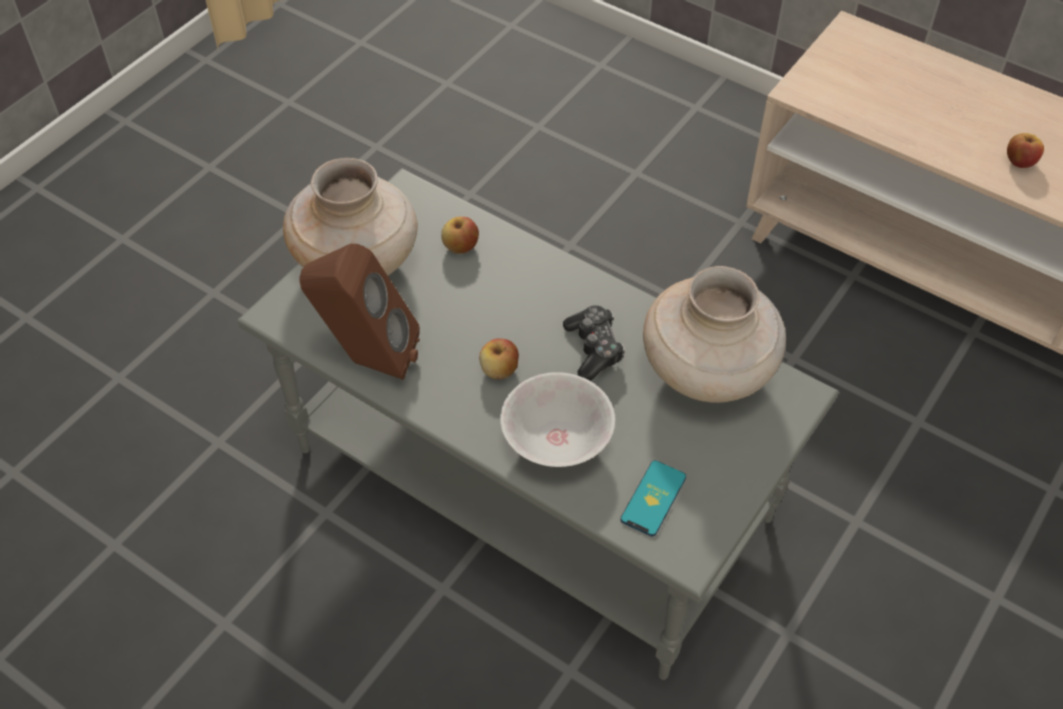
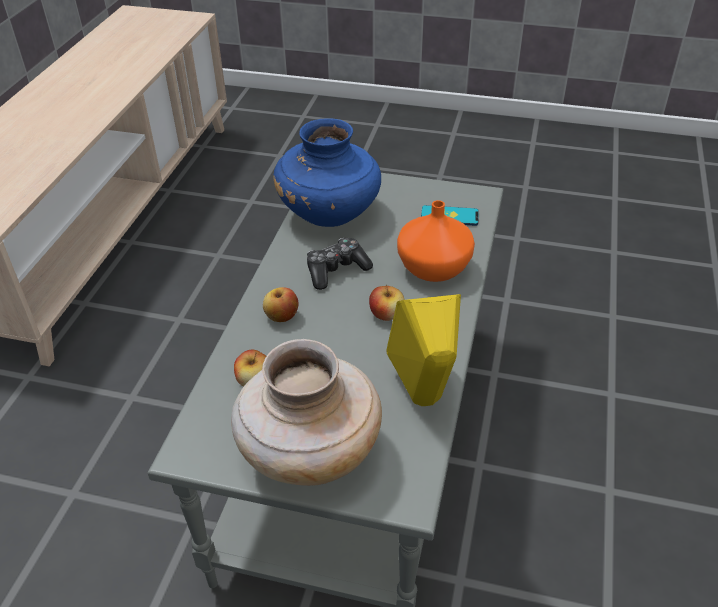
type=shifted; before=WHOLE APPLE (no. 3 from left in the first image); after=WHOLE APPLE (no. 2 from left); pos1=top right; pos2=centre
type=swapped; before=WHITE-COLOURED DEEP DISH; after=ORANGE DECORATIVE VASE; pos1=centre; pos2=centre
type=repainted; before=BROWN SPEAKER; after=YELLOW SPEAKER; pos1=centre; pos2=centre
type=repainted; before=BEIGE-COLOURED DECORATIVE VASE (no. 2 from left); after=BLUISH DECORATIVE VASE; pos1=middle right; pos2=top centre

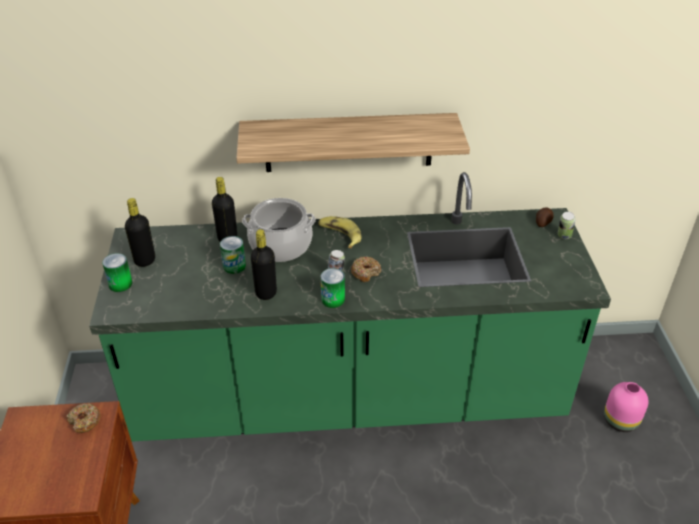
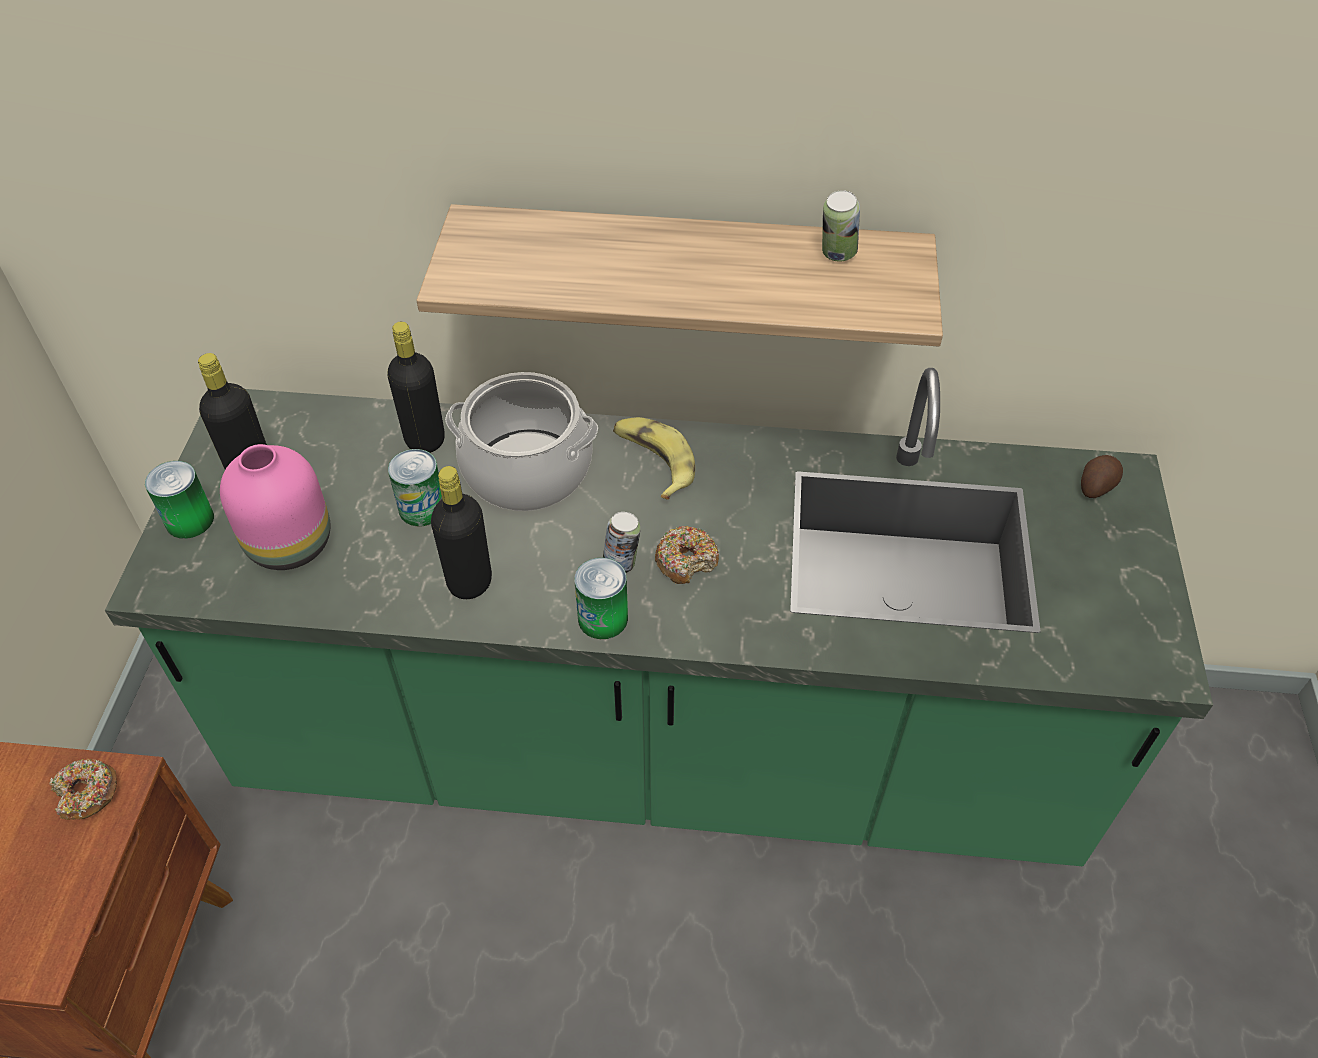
type=shifted; before=CAN (no. 5 from left); pos1=middle right; pos2=top centre
type=shifted; before=PINK DECORATIVE VASE; pos1=bottom right; pos2=middle left

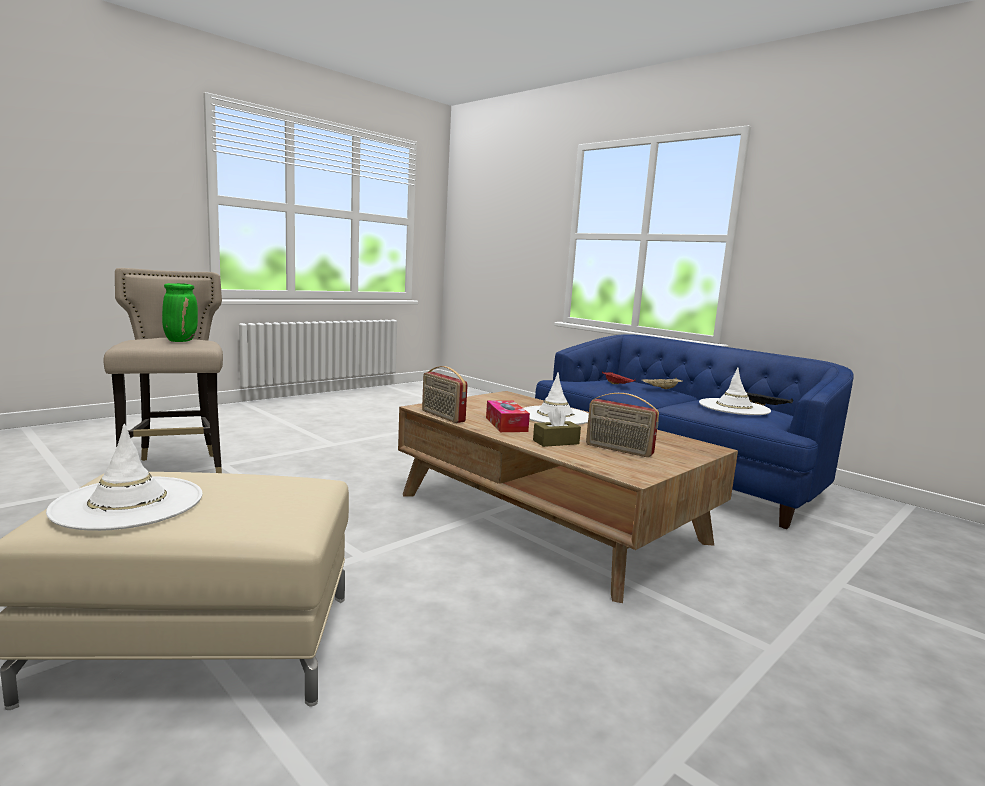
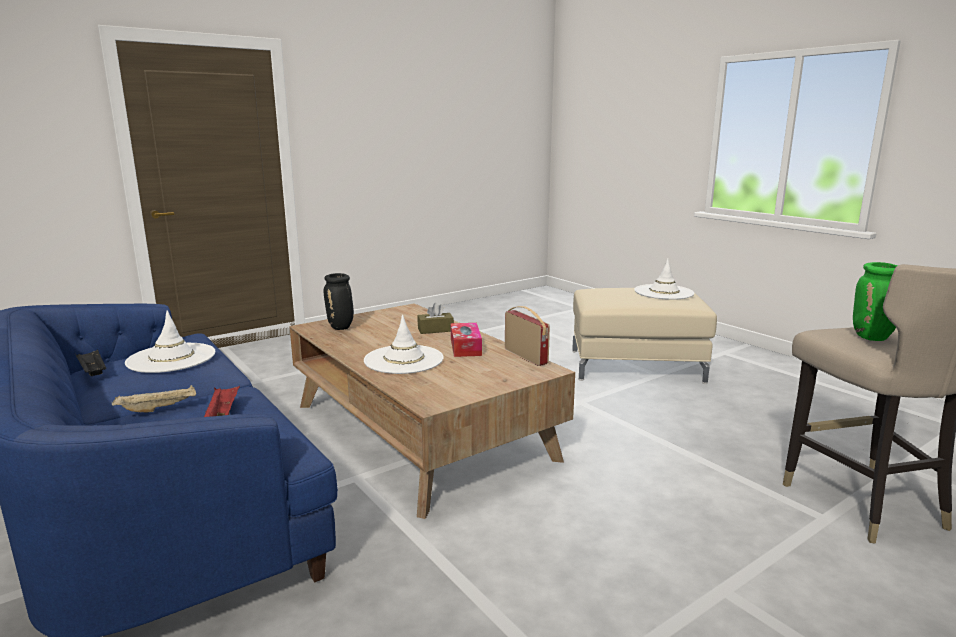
type=gone; before=RADIO SET (no. 2 from left); pos1=centre
type=new; after=BLACK-COLOURED DECORATIVE VASE; pos2=centre

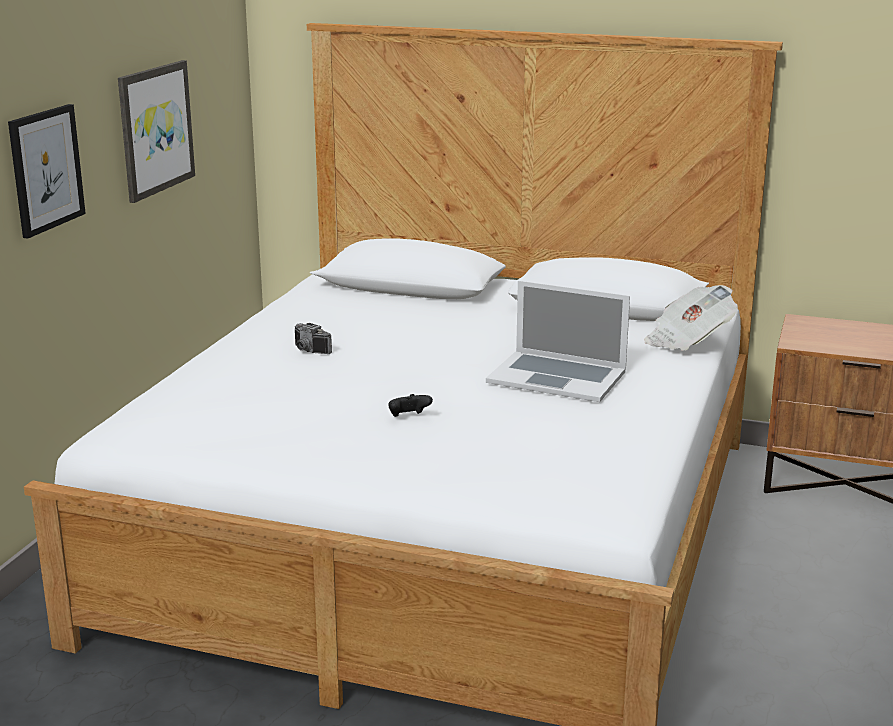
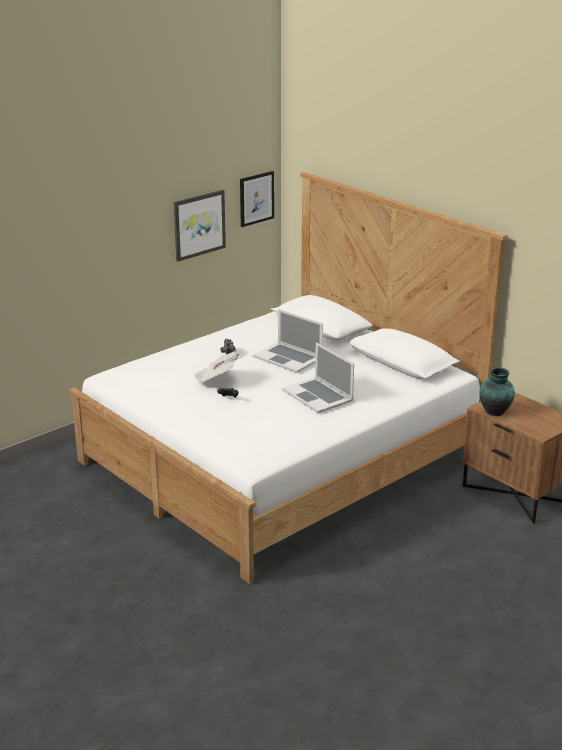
type=new; after=NOTEBOOK COMPUTER (no. 1 from left); pos2=centre
type=new; after=DECORATIVE VASE; pos2=middle right
type=shifted; before=WALL ART (no. 1 from left in the first image); after=WALL ART (no. 2 from left); pos1=top left; pos2=top centre
type=shifted; before=DAILY PAPER; pos1=middle right; pos2=centre

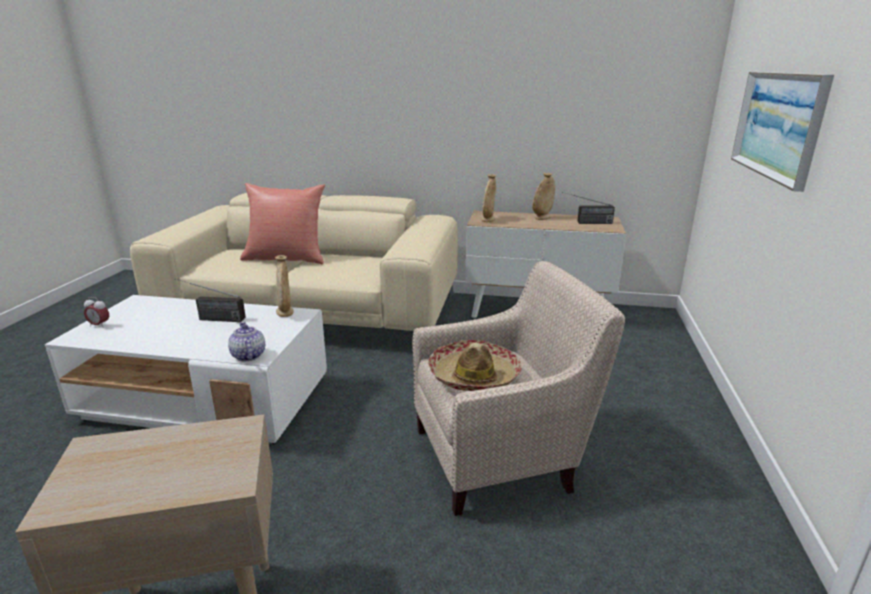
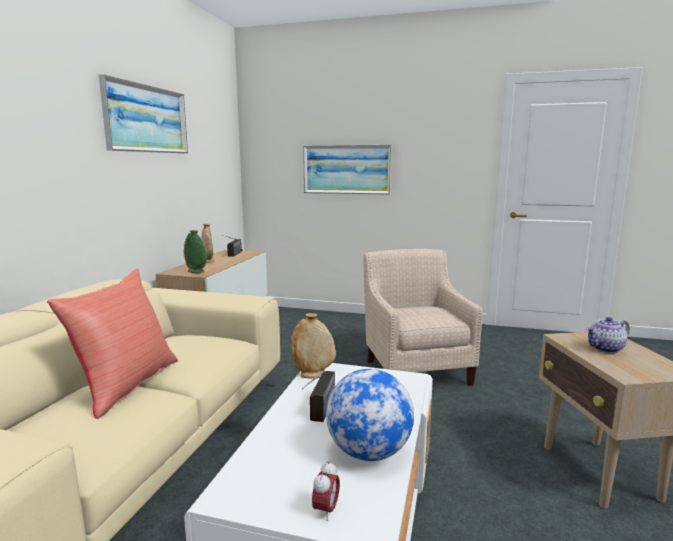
type=gone; before=HAT; pos1=centre
type=new; after=WALL ART (no. 1 from left); pos2=top left
type=new; after=GLOBE; pos2=bottom centre
type=shifted; before=TEA POT; pos1=middle left; pos2=middle right
type=repainted; before=BEIGE-COLOURED DECORATIVE VASE (no. 2 from left); after=GREENISH DECORATIVE VASE; pos1=centre; pos2=middle left

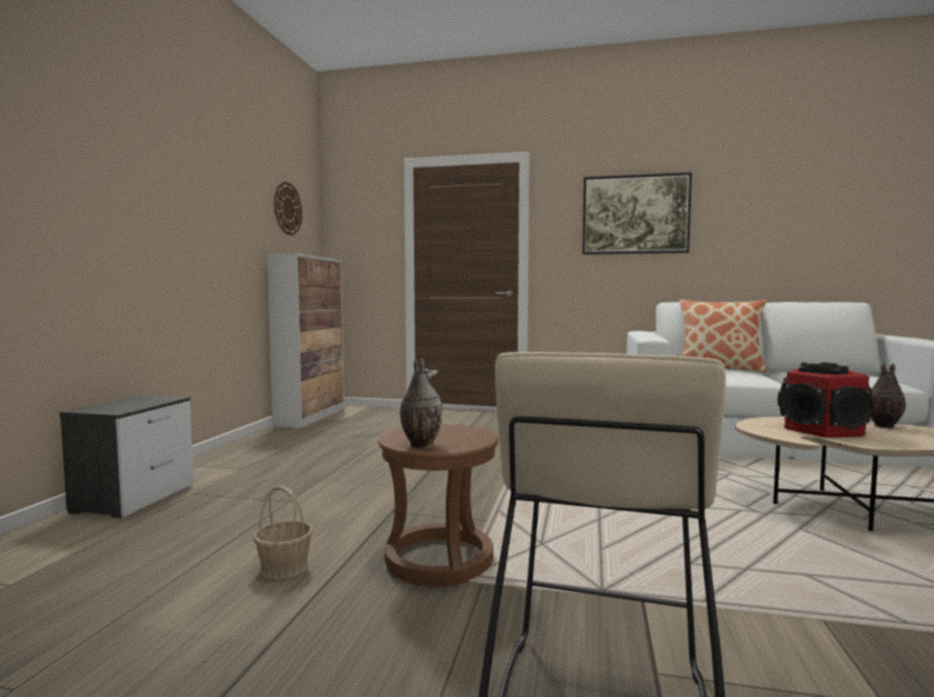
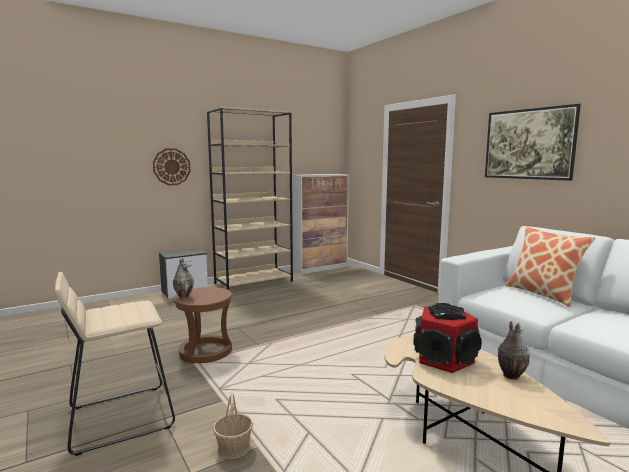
type=new; after=BEIGE-COLOURED BOOKCASE; pos2=centre
type=shifted; before=STORAGE BASKET; pos1=bottom left; pos2=bottom centre
type=shifted; before=CLOCK ON THE WALL; pos1=top left; pos2=middle left

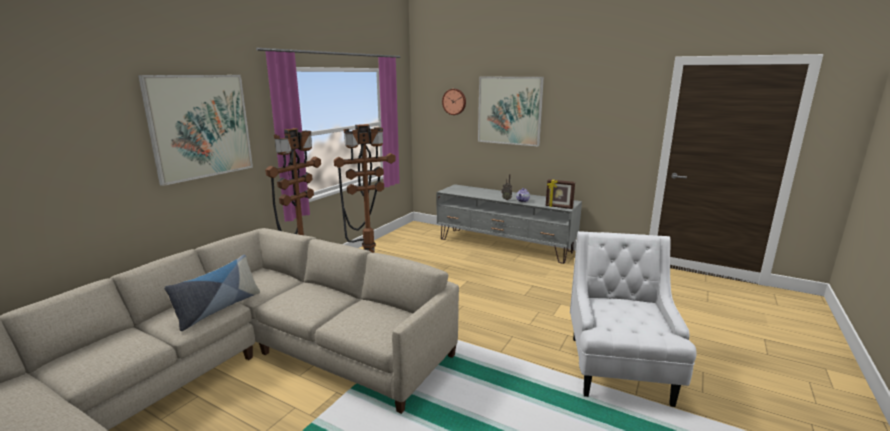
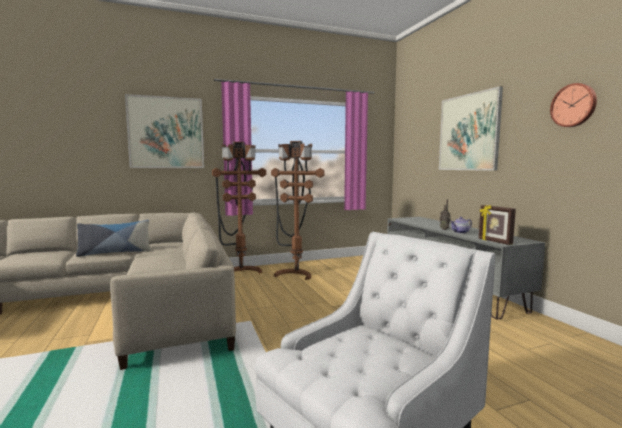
type=shifted; before=CLOCK ON THE WALL; pos1=top centre; pos2=top right

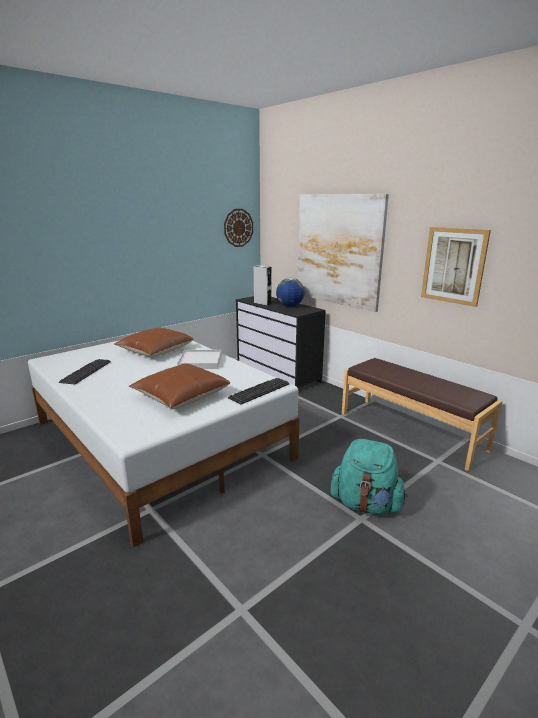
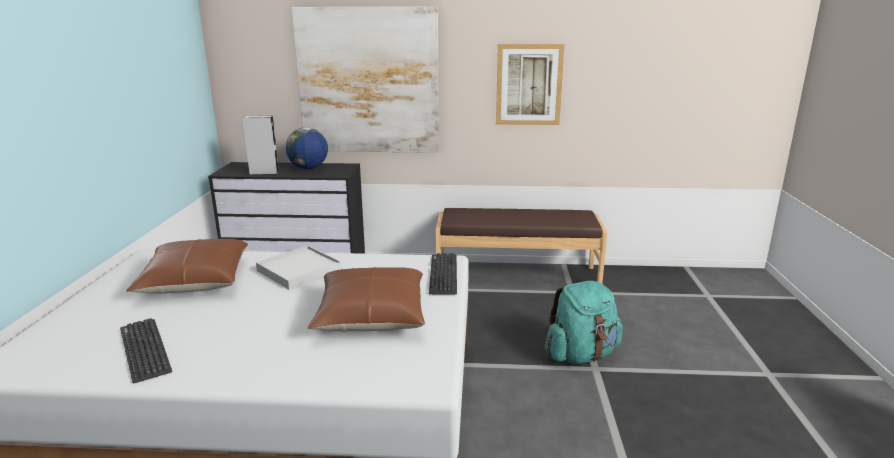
type=gone; before=CLOCK ON THE WALL; pos1=top centre

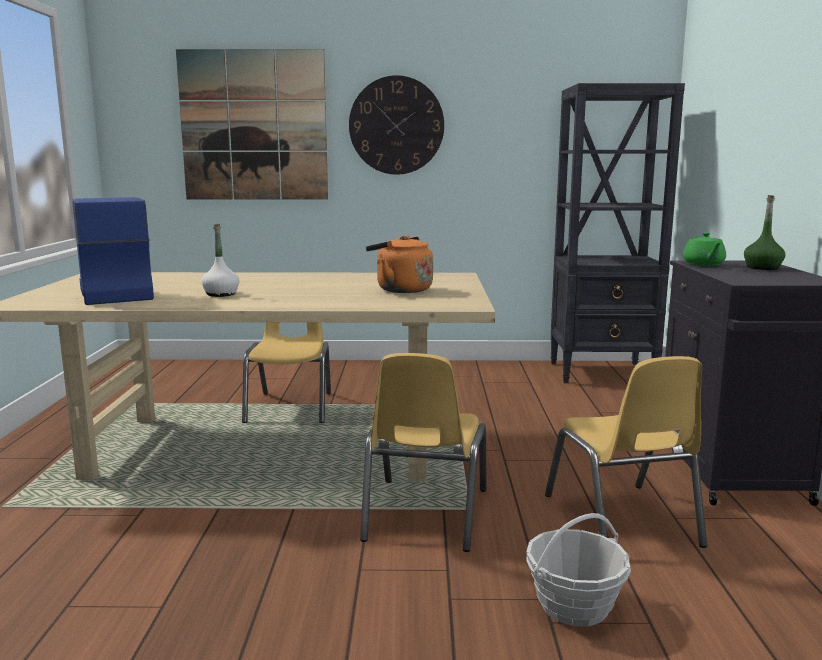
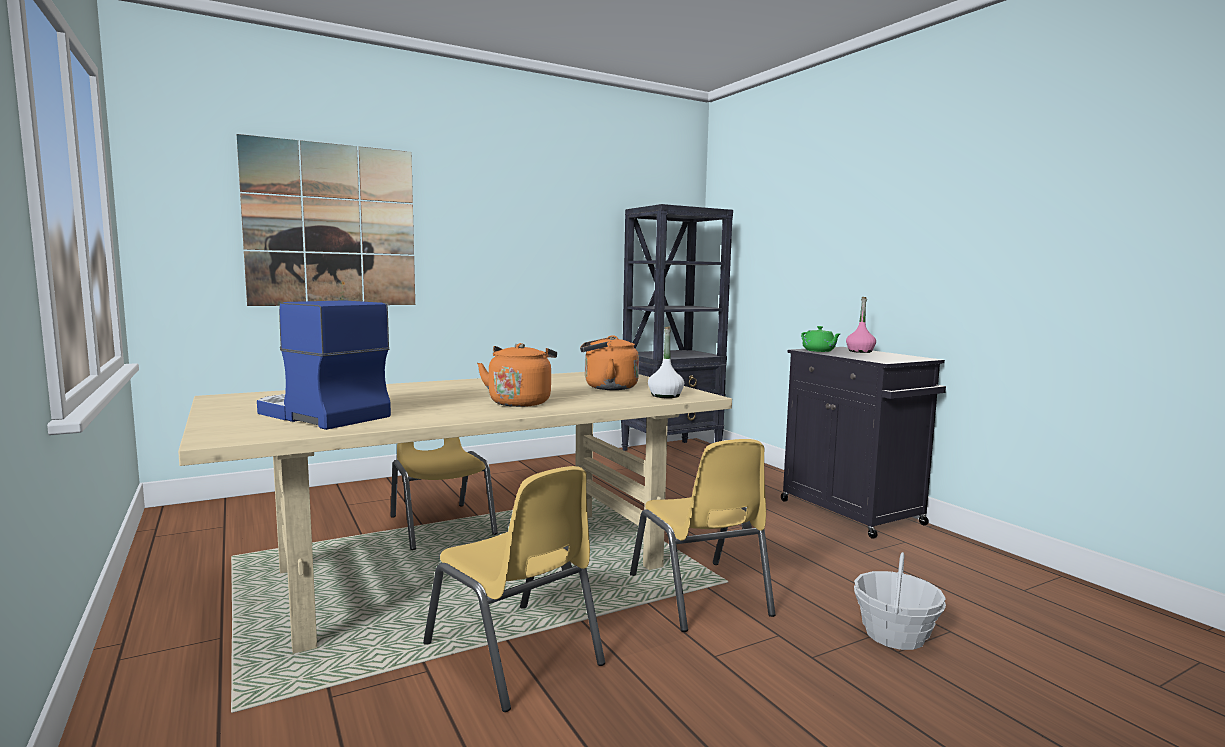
type=gone; before=CLOCK ON THE WALL; pos1=top centre
type=new; after=ORANGE TEA KETTLE (no. 1 from left); pos2=centre
type=shifted; before=WHITE-COLOURED BEVERAGE BOTTLE; pos1=middle left; pos2=centre
type=shifted; before=YELLOW PLAIN CHAIR (no. 3 from left in the first image); after=YELLOW PLAIN CHAIR (no. 2 from left); pos1=bottom right; pos2=bottom centre
type=repainted; before=GREENISH BEVERAGE BOTTLE; after=PINK BEVERAGE BOTTLE; pos1=middle right; pos2=middle right

